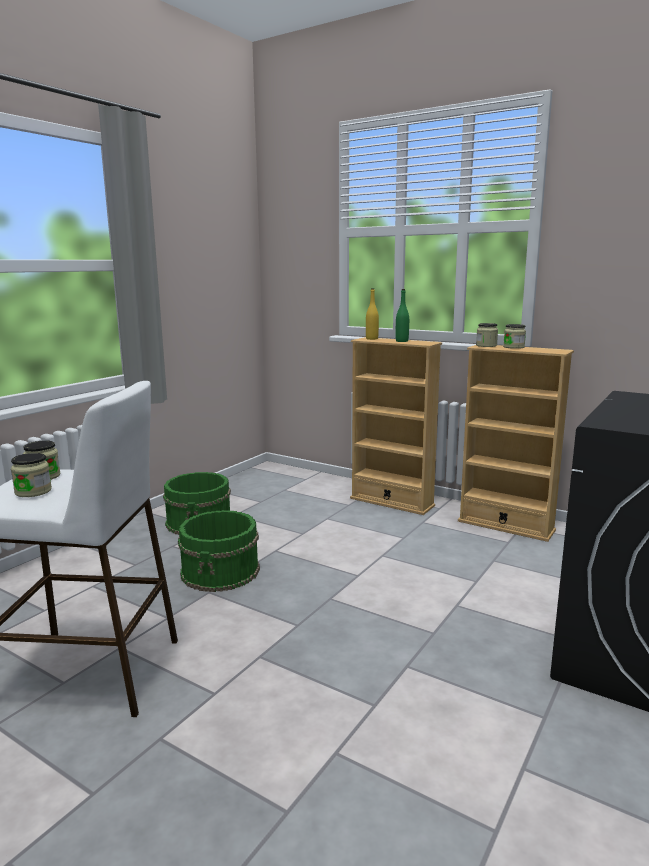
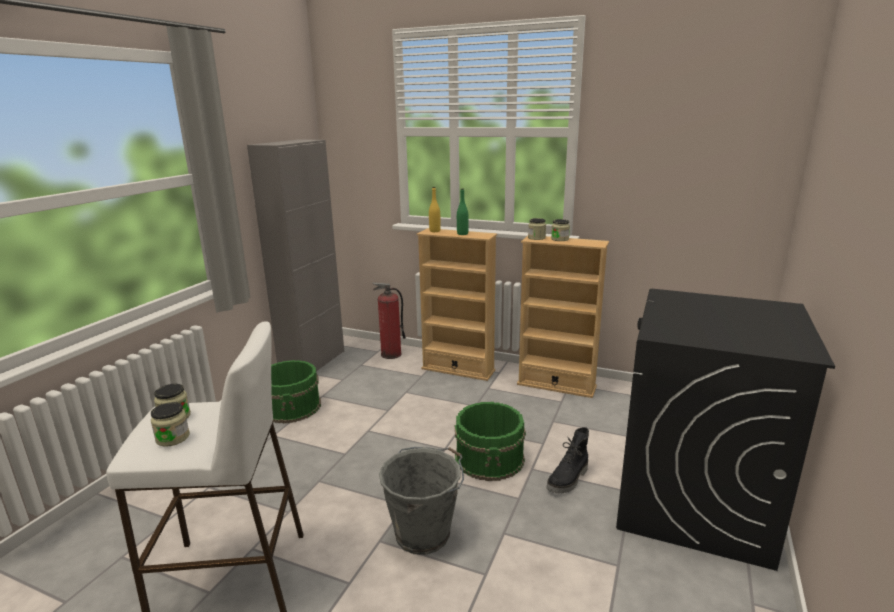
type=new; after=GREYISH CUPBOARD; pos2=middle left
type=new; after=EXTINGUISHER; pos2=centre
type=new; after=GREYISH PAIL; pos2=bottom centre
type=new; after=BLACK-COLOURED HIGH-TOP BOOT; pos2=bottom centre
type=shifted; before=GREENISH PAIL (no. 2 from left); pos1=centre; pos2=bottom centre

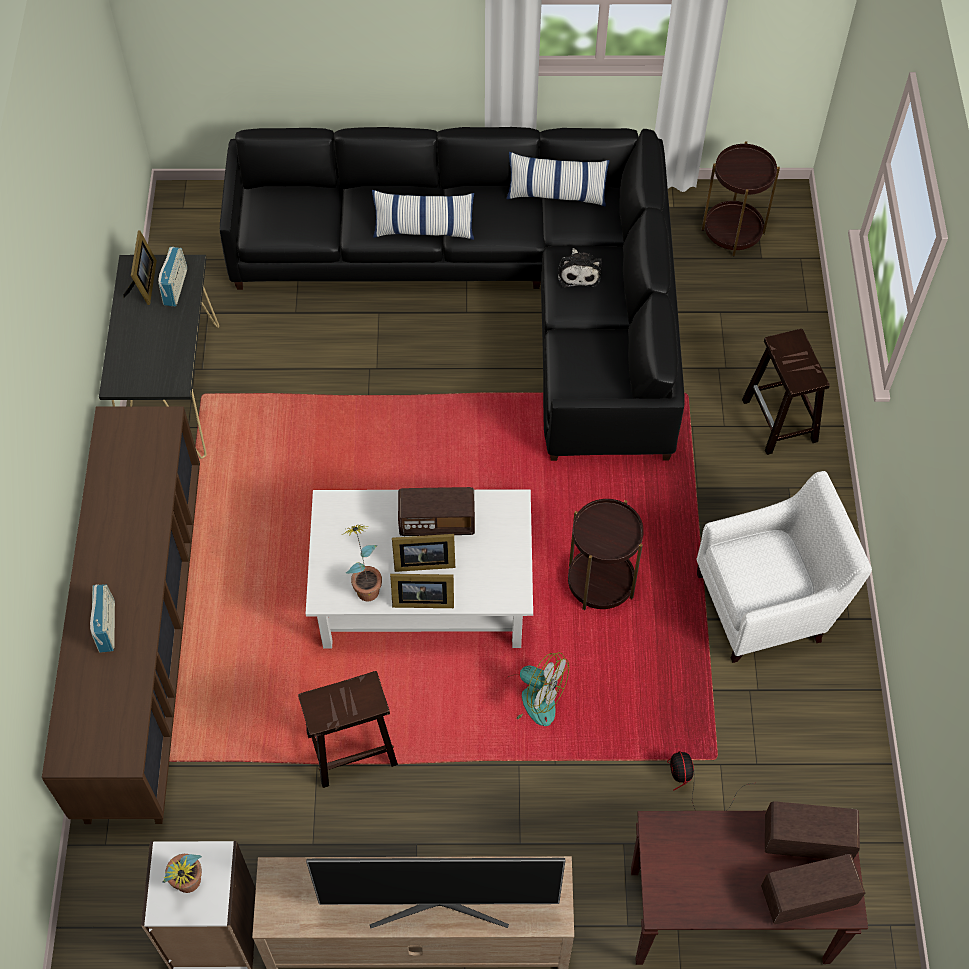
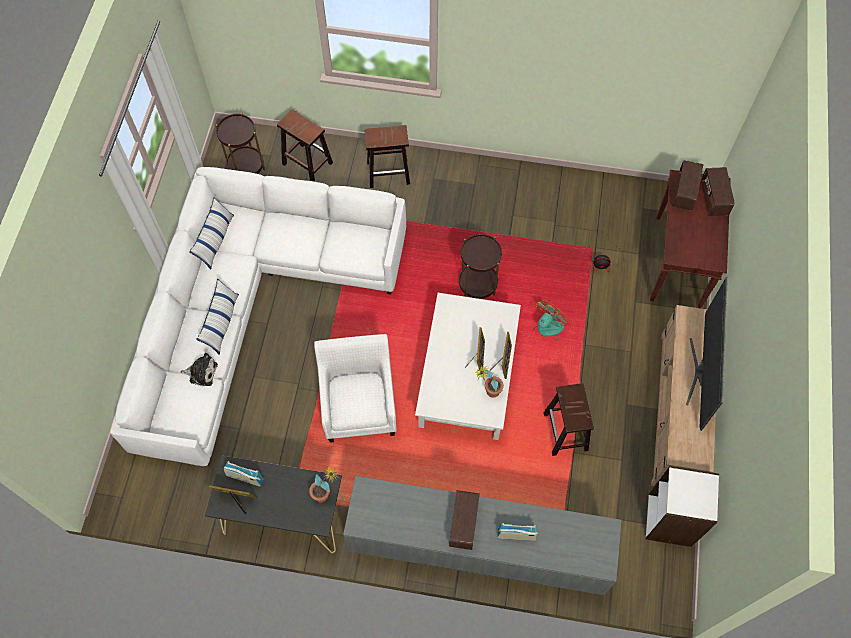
type=new; after=BROWN STOOL (no. 1 from left); pos2=top centre
type=shifted; before=POTTED PLANT (no. 1 from left); pos1=bottom left; pos2=bottom centre
type=shifted; before=RADIO SET (no. 3 from left in the first image); after=RADIO SET (no. 2 from left); pos1=centre; pos2=bottom centre
type=shifted; before=PLUSH TOY; pos1=top centre; pos2=middle left
type=shifted; before=WHITE-COLOURED EASY CHAIR; pos1=middle right; pos2=centre
type=repainted; before=BROWN CUPBOARD; after=GREYISH CUPBOARD; pos1=middle left; pos2=bottom centre
type=repainted; before=BLACK-COLOURED SOFA; after=WHITE-COLOURED SOFA; pos1=top centre; pos2=middle left

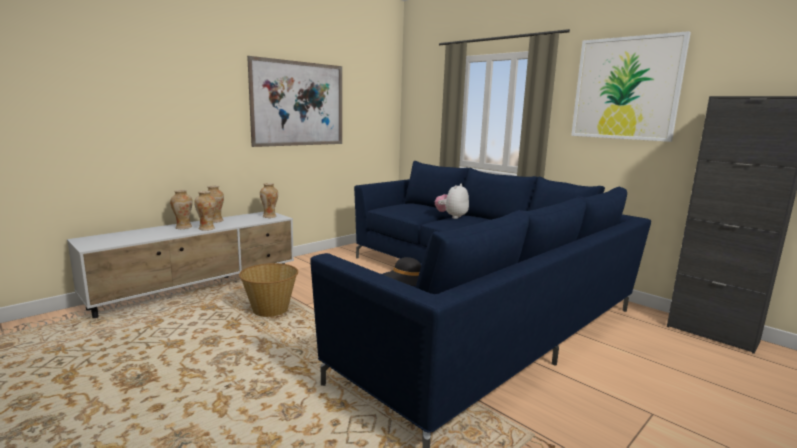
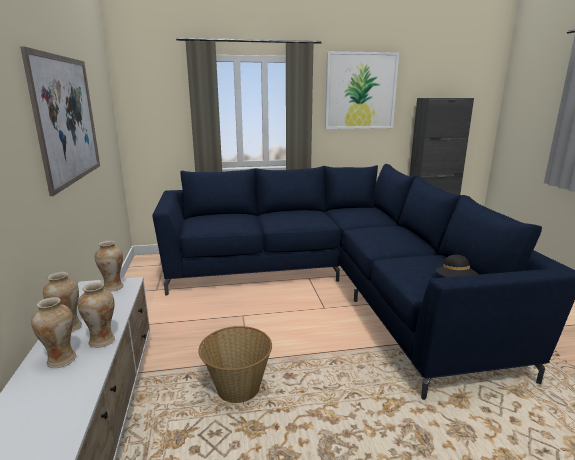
type=gone; before=PLUSH TOY; pos1=centre

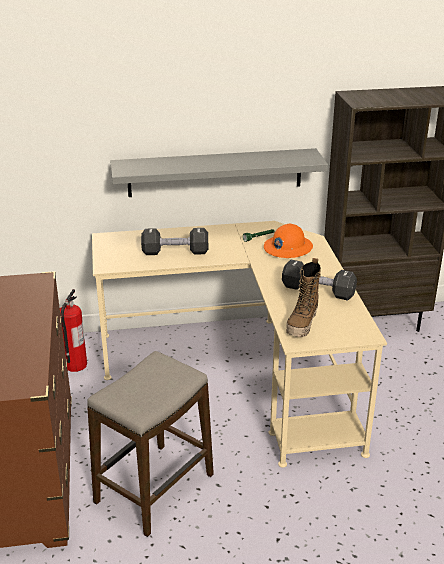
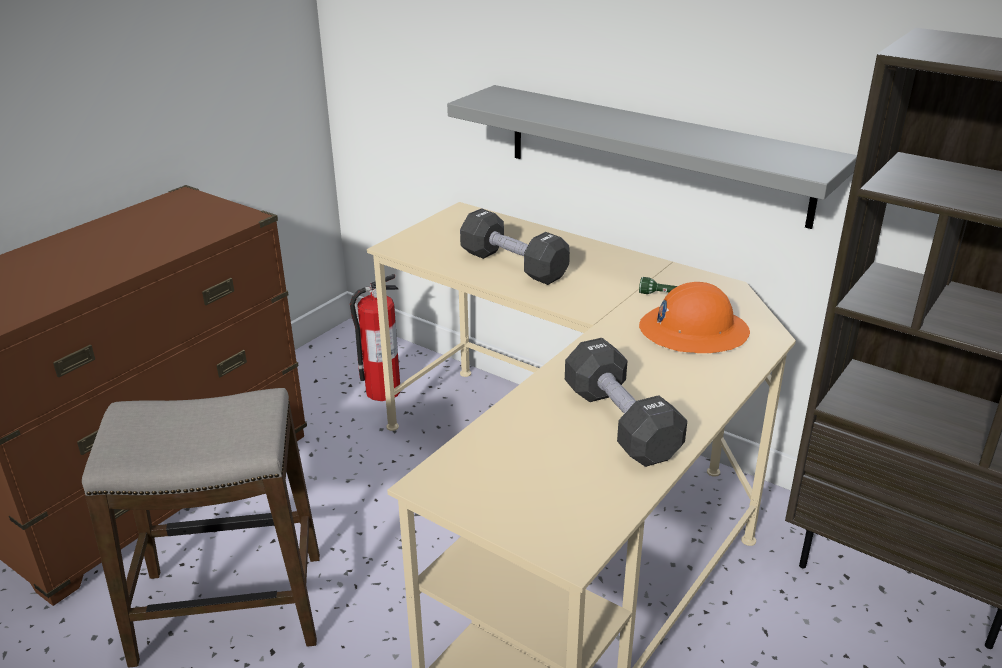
type=gone; before=HIGH-TOP BOOT; pos1=middle right

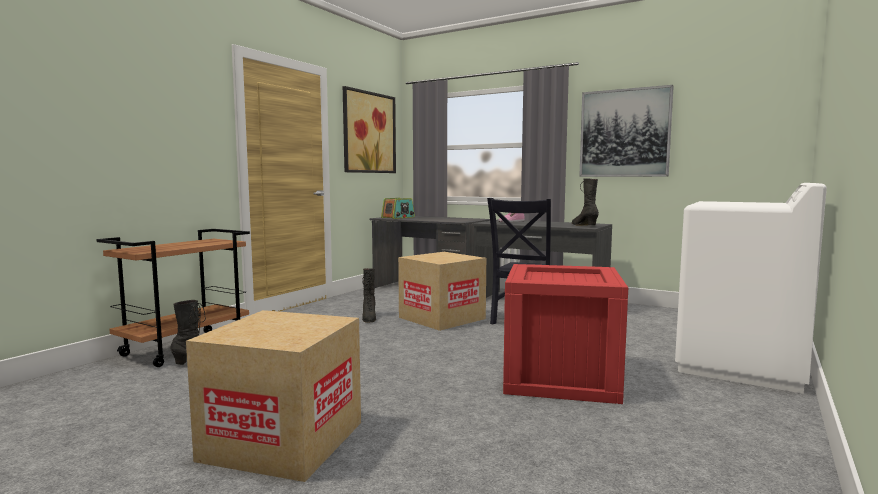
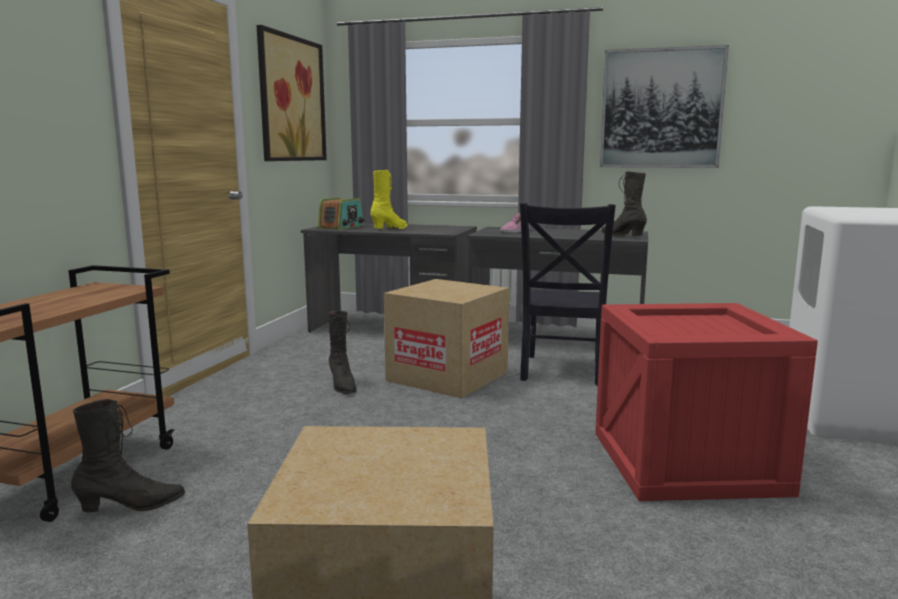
type=new; after=YELLOW HIGH-TOP BOOT; pos2=top centre

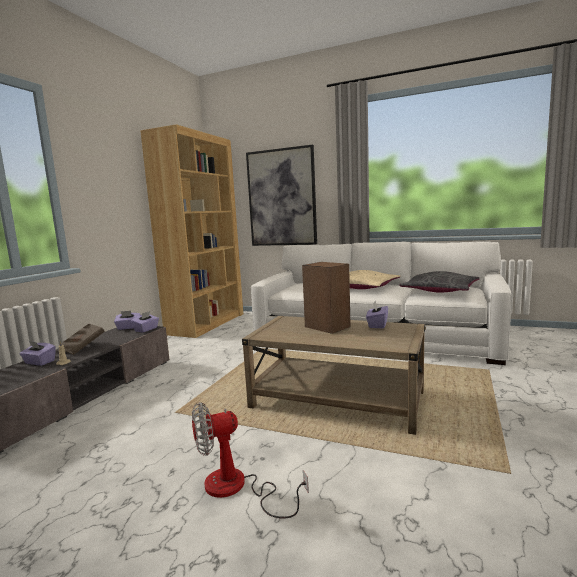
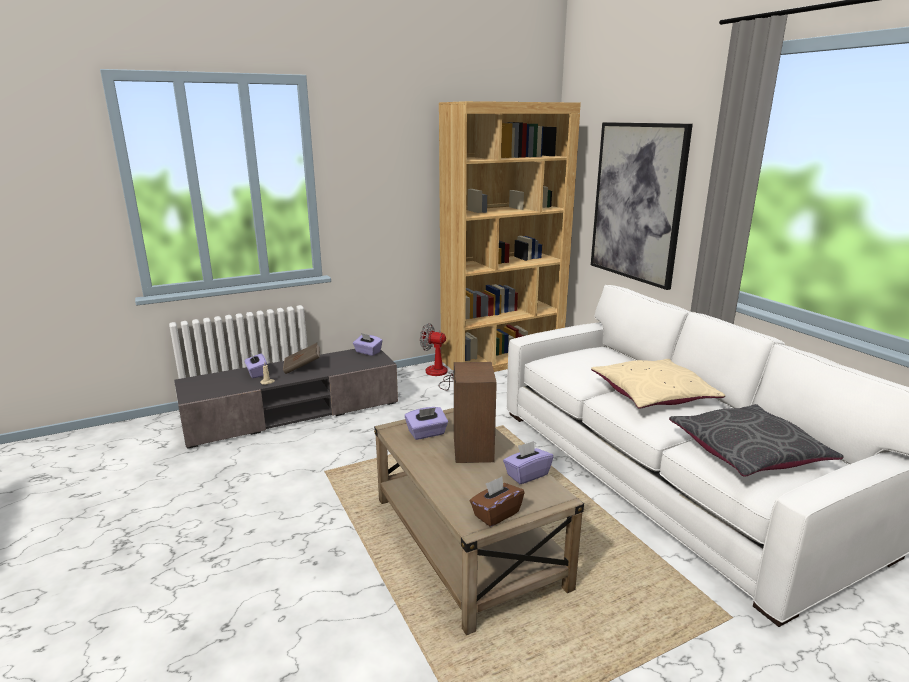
type=new; after=BROWN TISSUE HOLDER; pos2=bottom centre
type=shifted; before=PURPLE-COLOURED TISSUE HOLDER (no. 3 from left); pos1=middle left; pos2=centre
type=shifted; before=COOLING FAN; pos1=bottom centre; pos2=centre

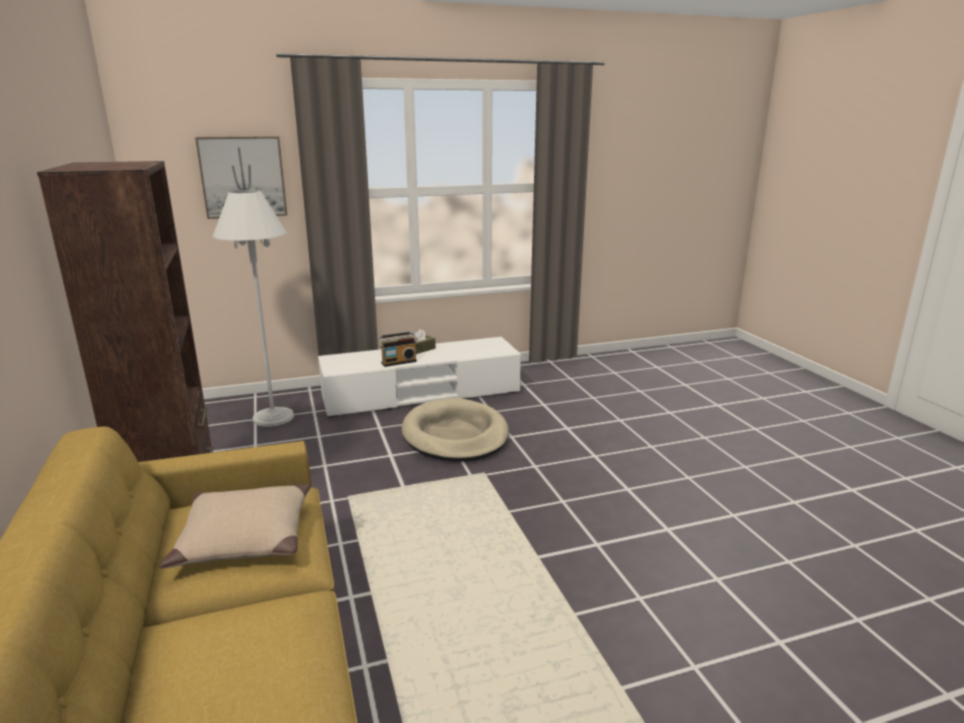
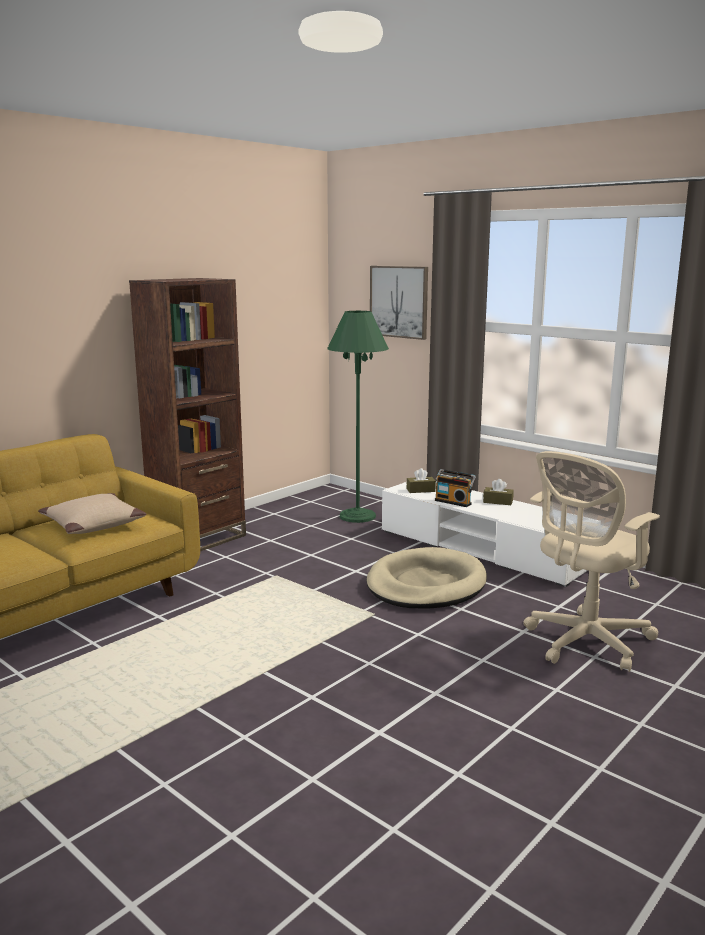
type=new; after=BROWN TISSUE HOLDER (no. 1 from left); pos2=centre
type=new; after=BEIGE-COLOURED COMPUTER CHAIR; pos2=middle right
type=repainted; before=WHITE-COLOURED STANDARD LAMP; after=GREENISH STANDARD LAMP; pos1=middle left; pos2=centre

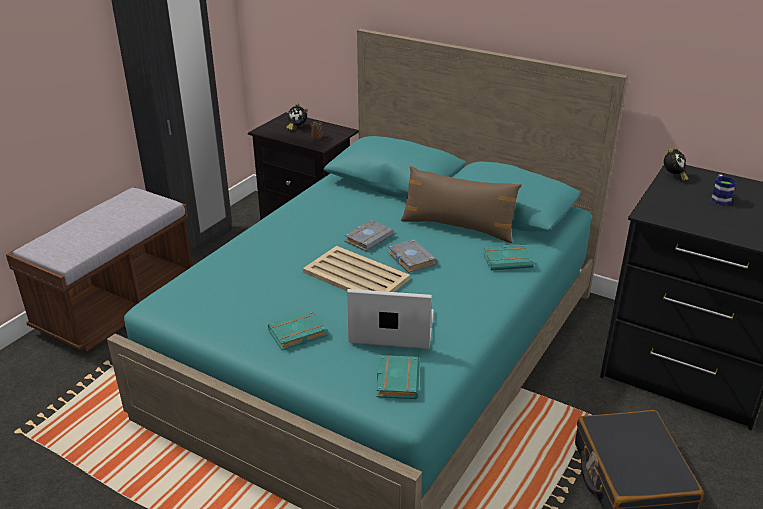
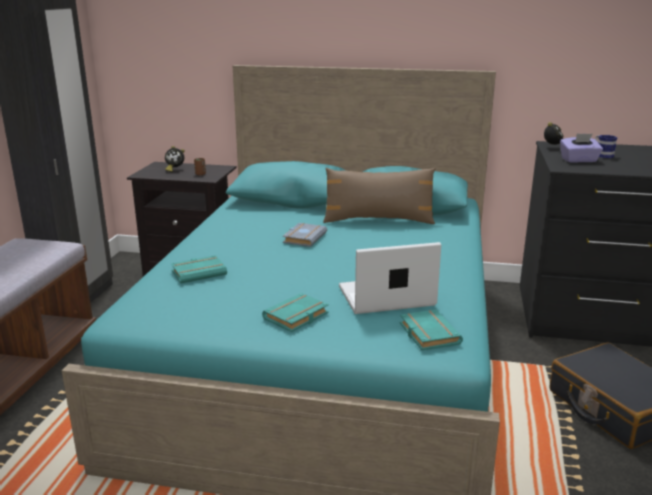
type=gone; before=BEIGE-COLOURED TRAY; pos1=centre
type=gone; before=GREYISH BOUND BOOK (no. 2 from left); pos1=centre
type=new; after=PURPLE-COLOURED TISSUE HOLDER; pos2=top right
type=shifted; before=TURQUOISE-COLOURED BOUND BOOK (no. 3 from left in the first image); after=TURQUOISE-COLOURED BOUND BOOK (no. 1 from left); pos1=centre; pos2=middle left

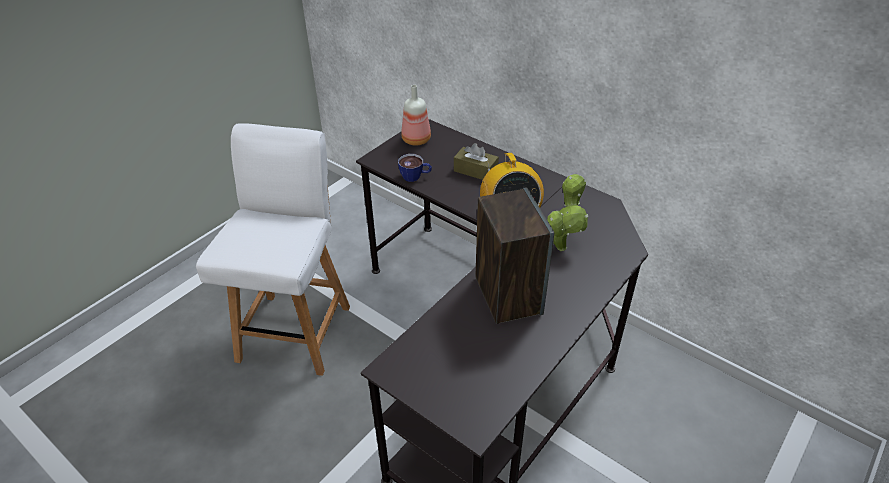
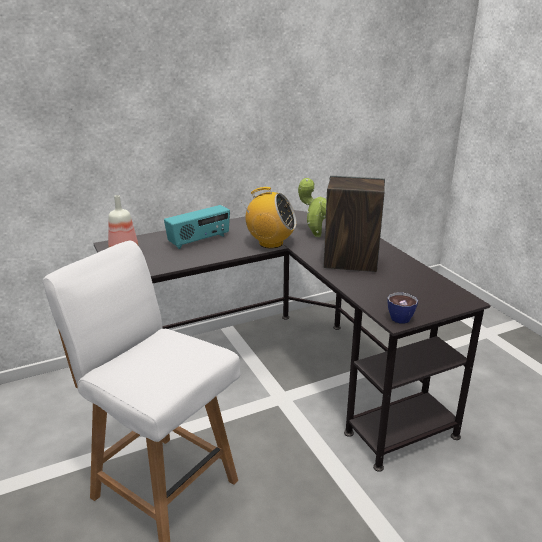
type=shifted; before=DRINKING CUP; pos1=centre; pos2=middle right
type=swapped; before=BROWN TISSUE HOLDER; after=RADIO SET (no. 1 from left); pos1=centre; pos2=centre

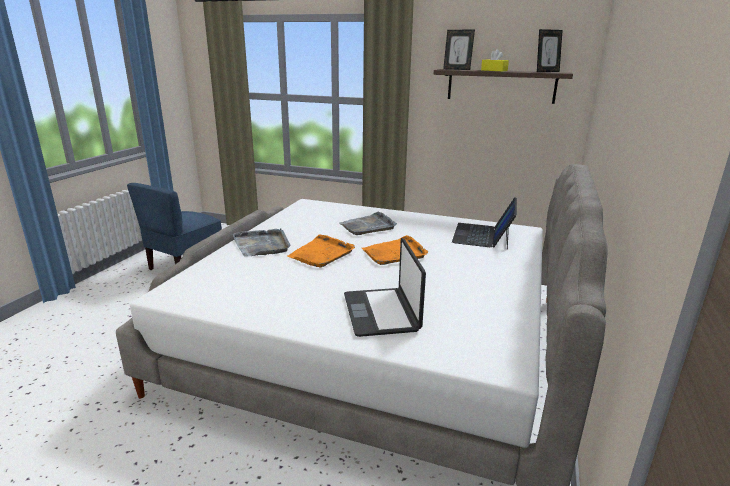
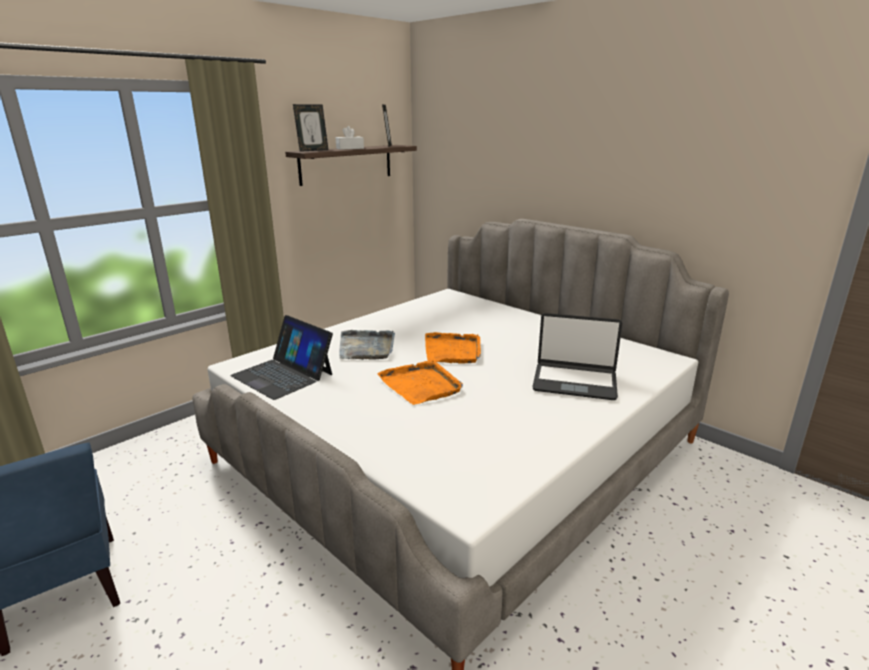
type=gone; before=GREYISH TRAY (no. 1 from left); pos1=centre
type=shifted; before=NOTEBOOK COMPUTER (no. 2 from left in the first image); after=NOTEBOOK COMPUTER (no. 1 from left); pos1=centre; pos2=middle left
type=repainted; before=YELLOW TISSUE HOLDER; after=WHITE-COLOURED TISSUE HOLDER; pos1=top right; pos2=top centre

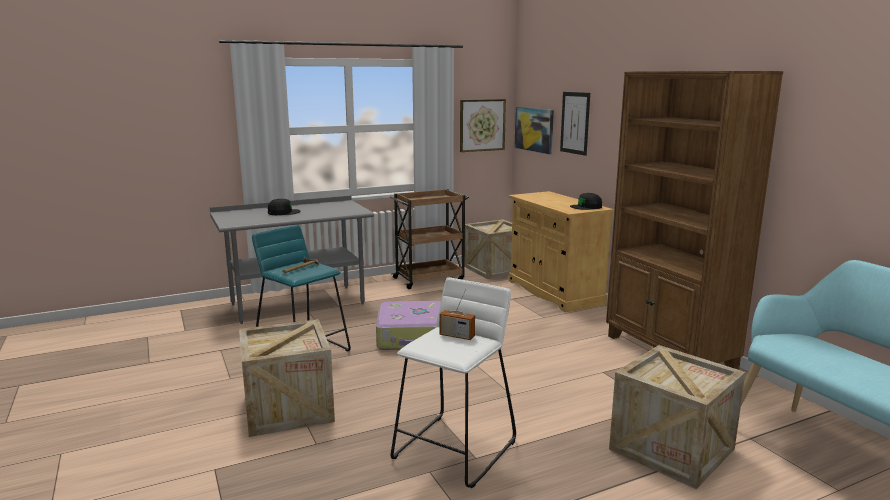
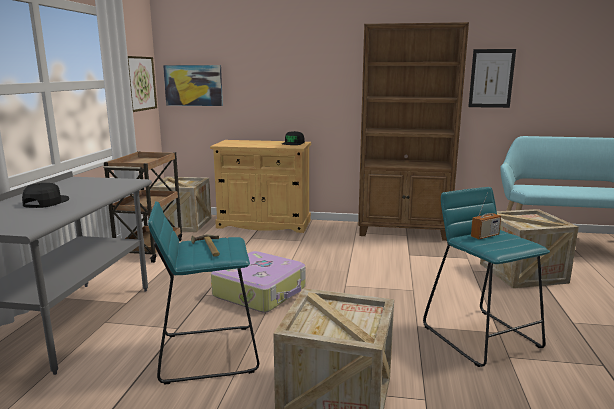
type=shifted; before=WALL ART (no. 3 from left); pos1=top centre; pos2=top right
type=repainted; before=WHITE-COLOURED STOOL; after=TURQUOISE-COLOURED STOOL (no. 2 from left); pos1=bottom centre; pos2=bottom right

